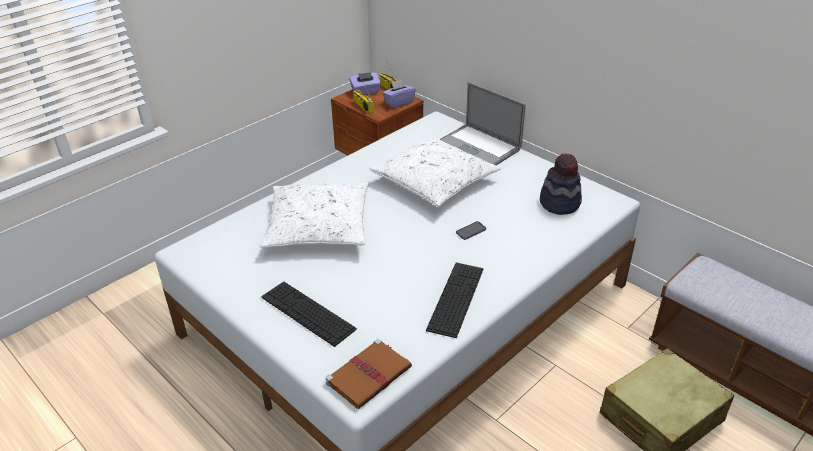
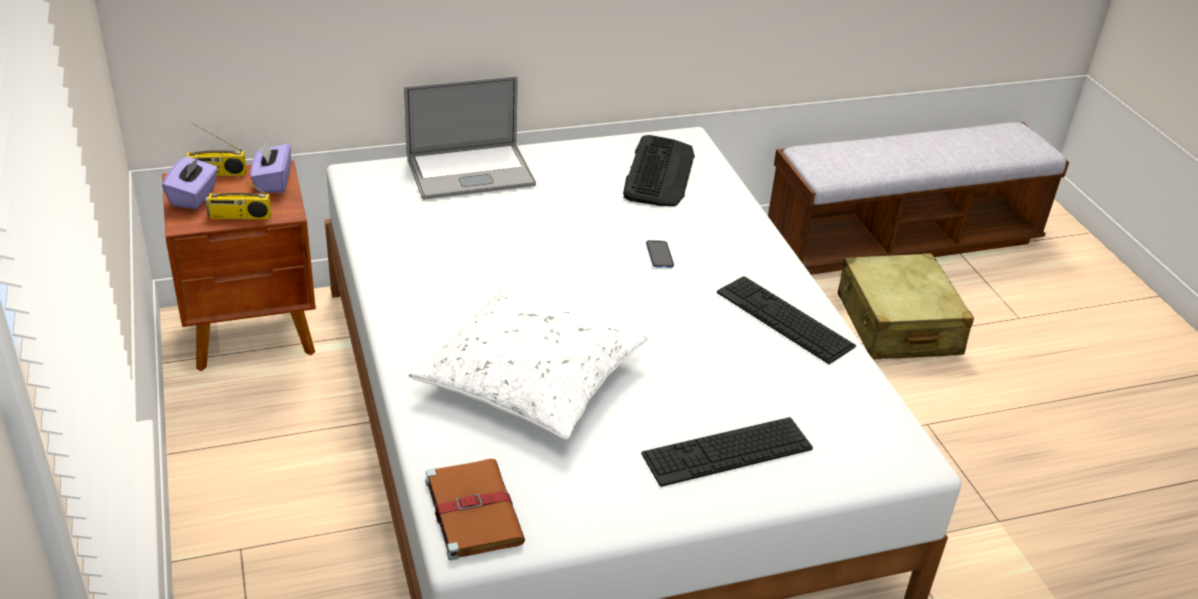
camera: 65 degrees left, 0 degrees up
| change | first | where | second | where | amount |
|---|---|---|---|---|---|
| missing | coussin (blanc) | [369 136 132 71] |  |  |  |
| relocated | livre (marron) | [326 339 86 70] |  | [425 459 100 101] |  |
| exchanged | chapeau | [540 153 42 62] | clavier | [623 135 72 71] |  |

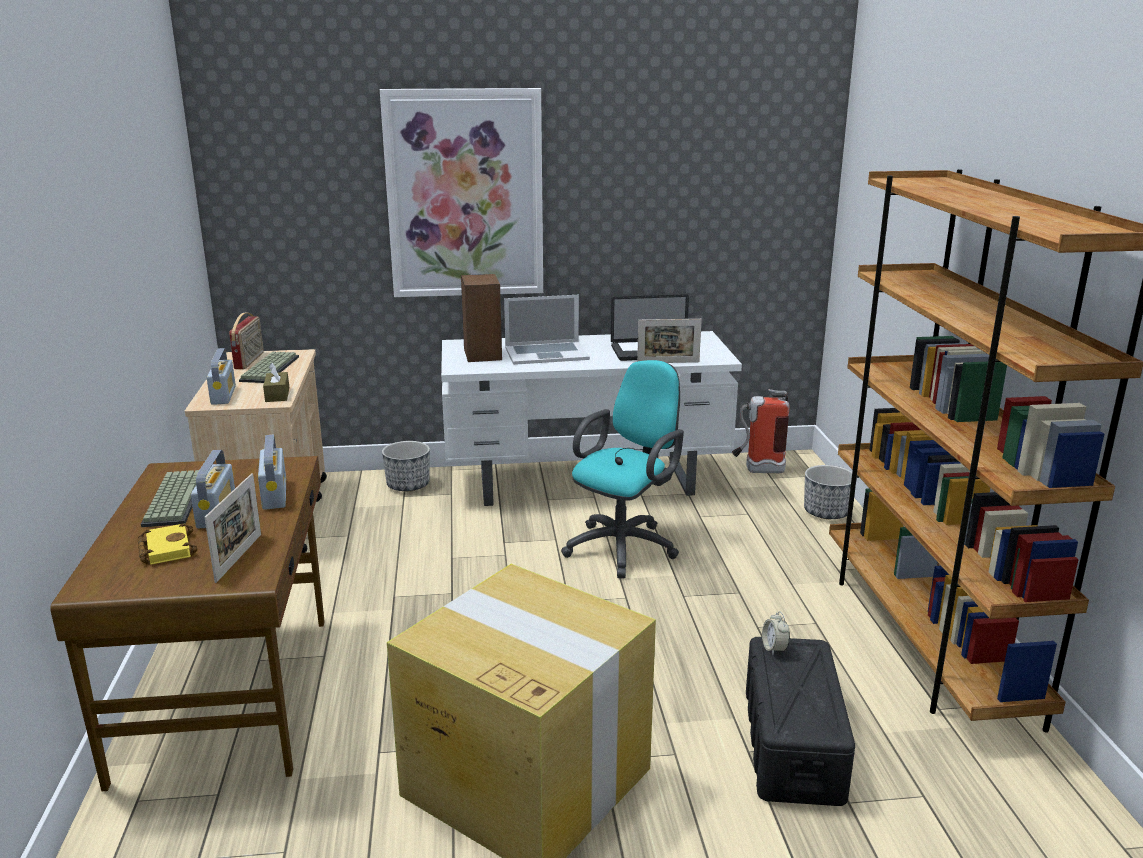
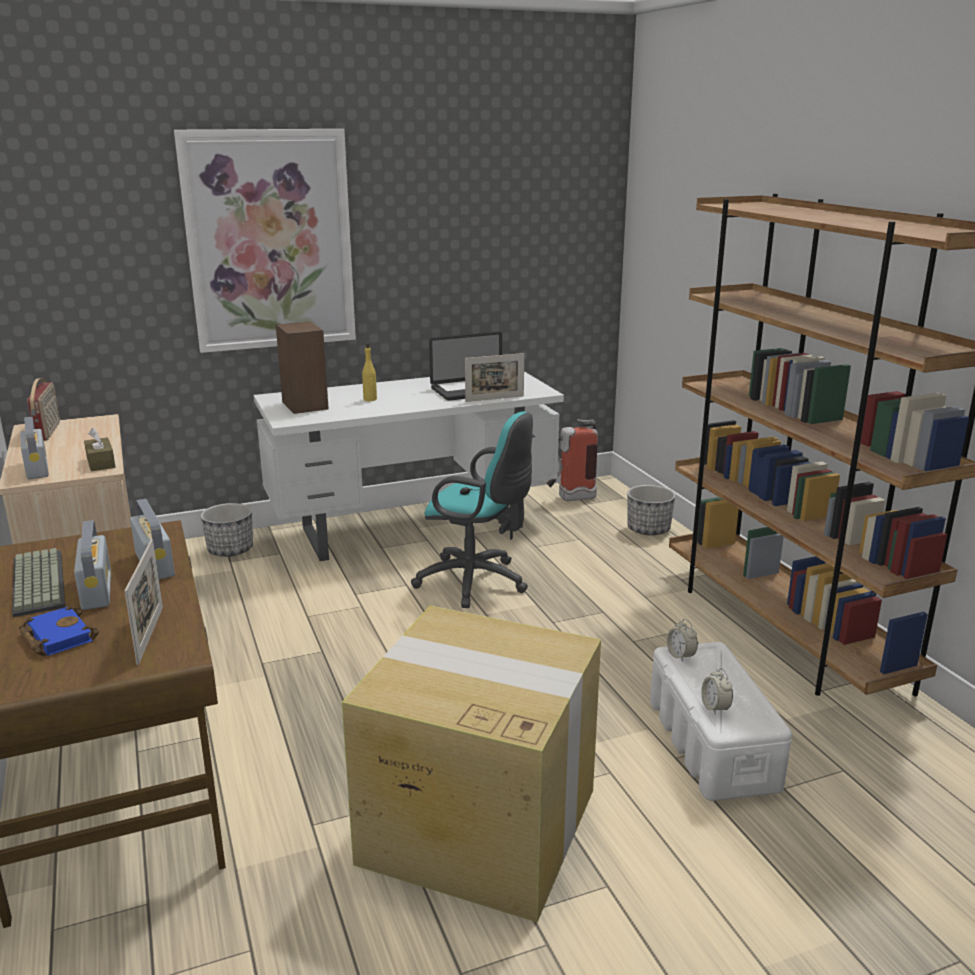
camera: 15 degrees left, 0 degrees up
| change | first | where | second | where | amount |
|---|---|---|---|---|---|
| missing | clavier | [239 352 60 31] |  |  |  |
| appeared |  |  | réveil | [701 668 32 46] |  |
| exchanged | ordinateur portable | [504 295 86 70] | bouteille (jaune) | [362 342 15 59] |  |
| colour | livre (jaune) | [138 523 59 42] | livre (bleu) | [19 606 80 50] |  |
| colour | boîte de rangement (noir) | [746 637 109 169] | boîte de rangement (blanc) | [650 642 142 159] |  |
| spun | chaise de bureau (turquoise) | [561 360 123 218] |  | [411 412 122 196] | 90 degrees clockwise |

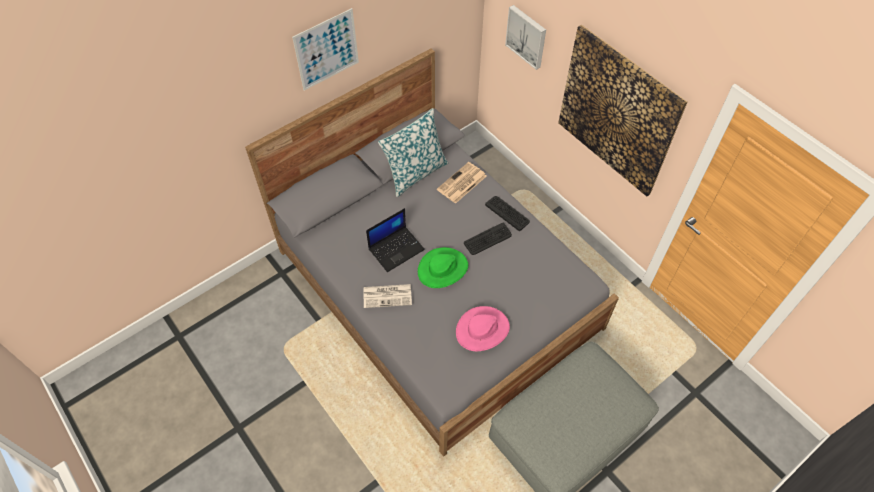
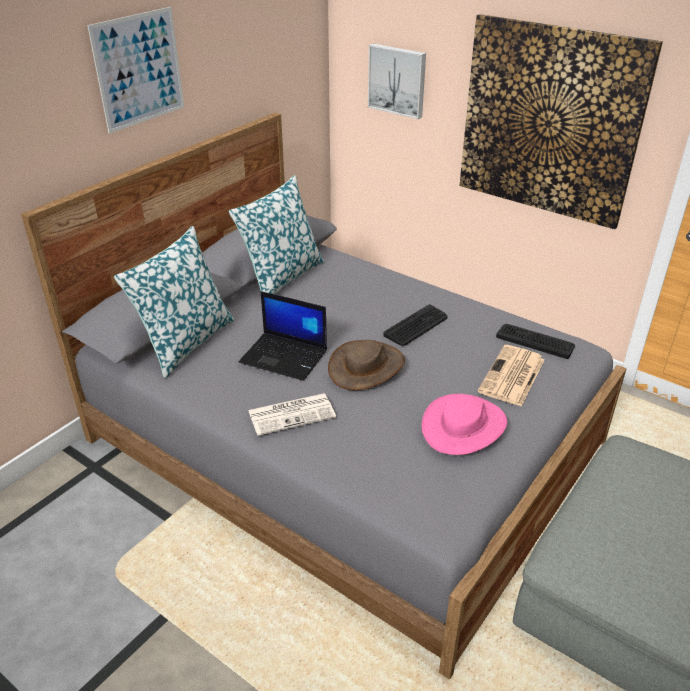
camera: 15 degrees left, 20 degrees down
| change | first | where | second | where | amount |
|---|---|---|---|---|---|
| appeared |  |  | coussin | [114 226 120 152] |  |
| relocated | journal | [437 162 50 42] |  | [478 345 67 61] |  |
| relocated | clavier | [485 196 45 35] |  | [496 324 79 35] |  |
| colour | chapeau (vert) | [418 247 50 41] | chapeau (marron) | [328 340 77 50] |  |
| spun | ordinateur portable | [366 208 59 64] |  | [239 291 88 90] | 75 degrees clockwise |

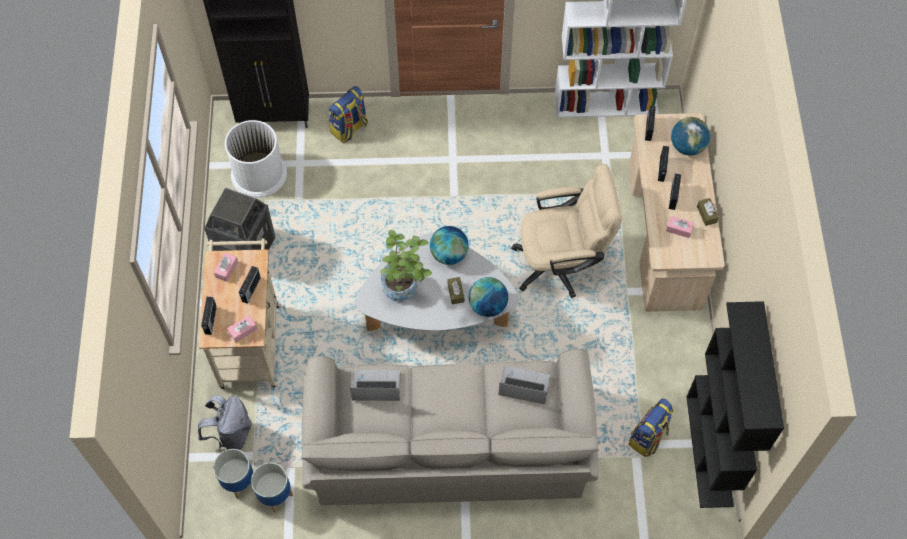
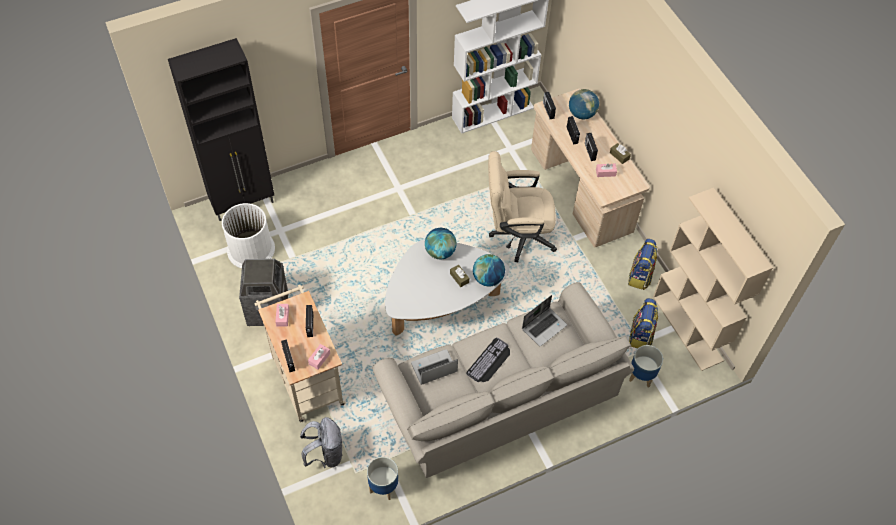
camera: 25 degrees left, 5 degrees down
| change | first | where | second | where | amount |
|---|---|---|---|---|---|
| missing | plante en pot | [380 230 52 72] |  |  |  |
| appeared |  |  | clavier | [466 338 44 44] |  |
| relocated | cache-pot | [213 449 40 50] |  | [629 345 34 42] |  |
| relocated | sac à dos | [329 86 39 57] |  | [628 239 29 51] |  |
| colour | bibliothèque (noir) | [687 301 97 207] | bibliothèque (beige) | [653 188 120 183] |  |
| spun | ordinateur portable | [498 366 52 38] |  | [522 295 45 51] | 150 degrees clockwise |
| spun | chaise de bureau (beige) | [511 164 111 134] |  | [488 151 69 111] | 150 degrees counterclockwise |

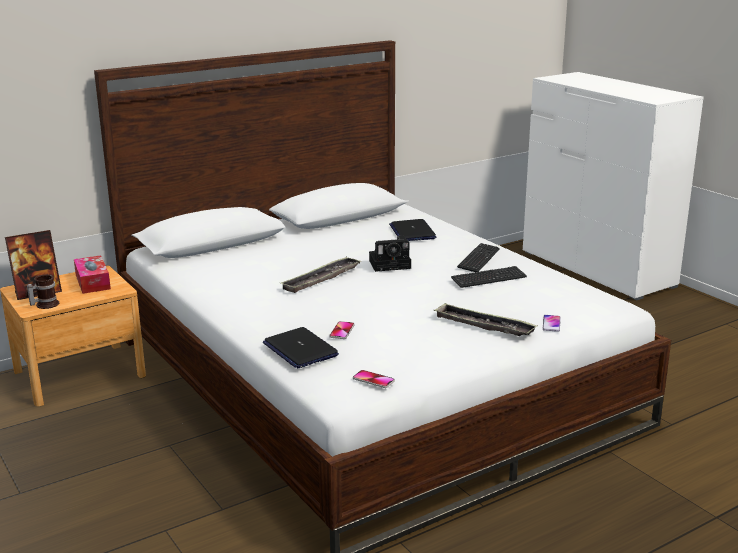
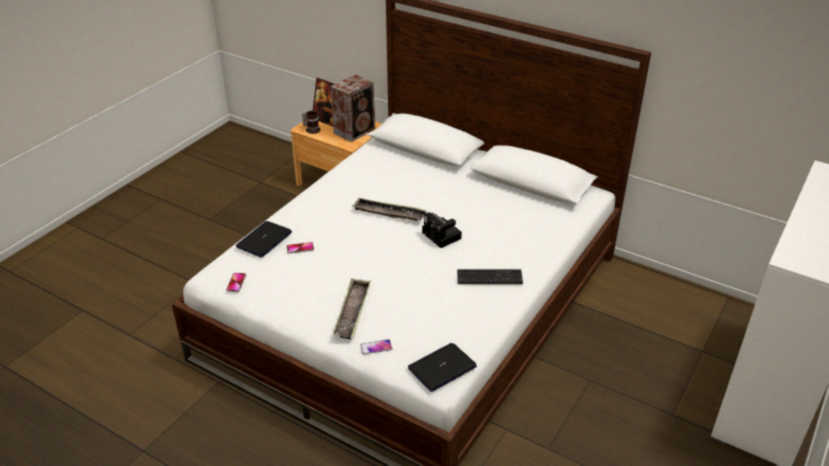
camera: 65 degrees right, 15 degrees up
| change | first | where | second | where | amount |
|---|---|---|---|---|---|
| missing | clavier | [451 266 76 22] |  |  |  |
| relocated | ordinateur portable | [389 219 47 22] |  | [408 343 69 49] |  |
| exchanged | boîte à mouchoirs | [74 255 37 39] | enceinte | [330 74 45 68] |  |

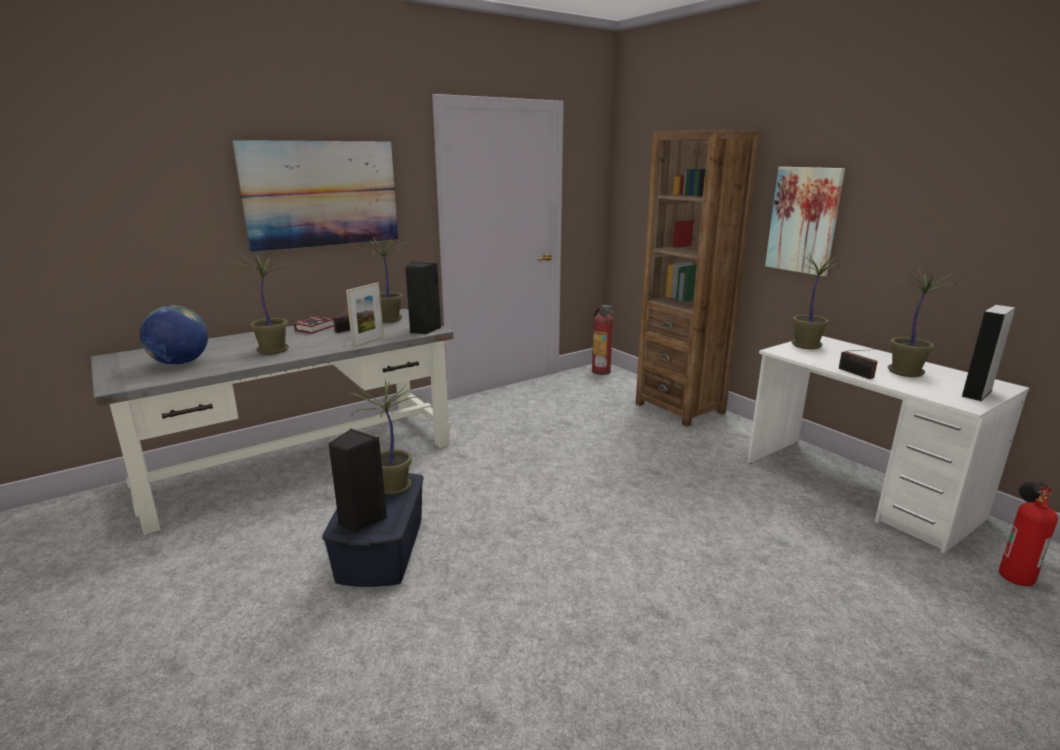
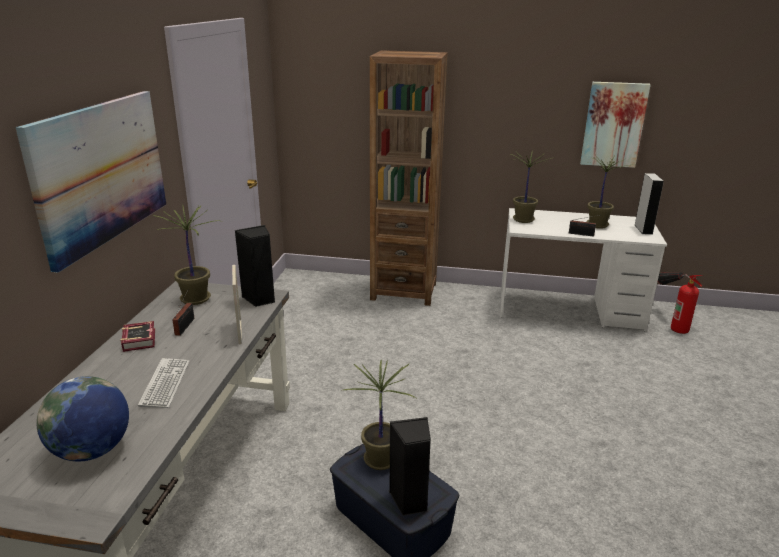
camera: 45 degrees left, 5 degrees up
| change | first | where | second | where | amount |
|---|---|---|---|---|---|
| missing | extincteur | [592 305 22 70] |  |  |  |
| relocated | tableau | [765 167 80 109] |  | [580 82 71 86] |  |
| exchanged | plante en pot | [229 253 65 102] | clavier | [138 358 51 50] |  |

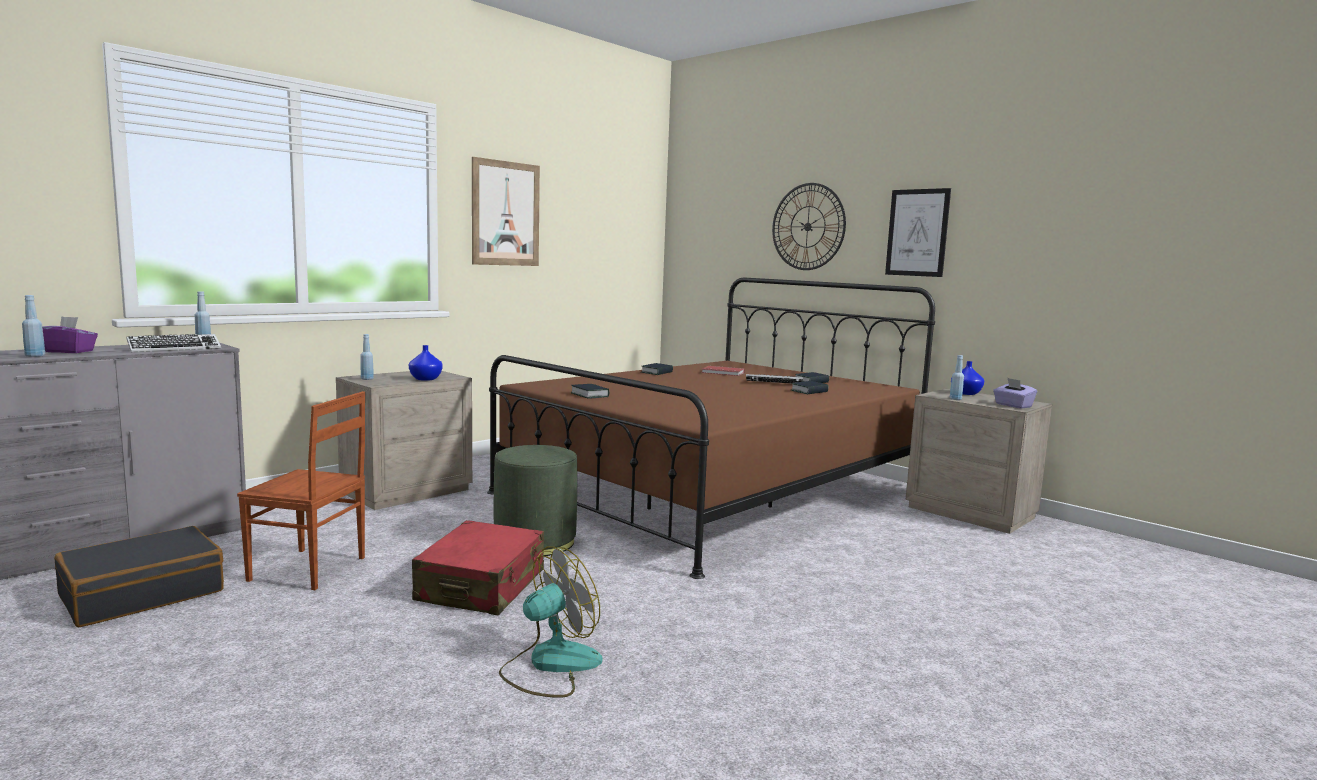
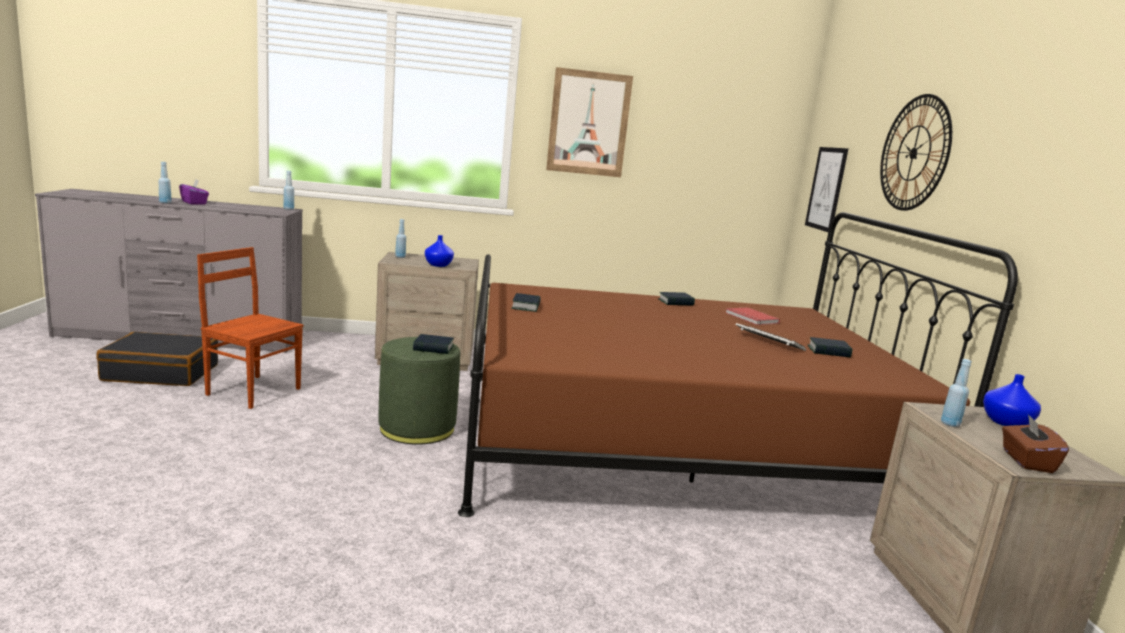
camera: 40 degrees right, 5 degrees up
| change | first | where | second | where | amount |
|---|---|---|---|---|---|
| missing | clavier | [127 334 94 19] |  |  |  |
| missing | valise (rouge) | [412 520 132 95] |  |  |  |
| missing | ventilateur | [499 546 104 152] |  |  |  |
| relocated | livre | [791 381 38 13] |  | [413 334 41 20] |  |
| relocated | tableau | [885 188 66 89] |  | [805 147 43 85] |  |
| colour | boîte à mouchoirs (violet) | [993 378 44 30] | boîte à mouchoirs (marron) | [1002 414 67 59] |  |
| spun | chaise (marron) | [237 391 128 199] |  | [197 247 106 162] | 150 degrees clockwise |

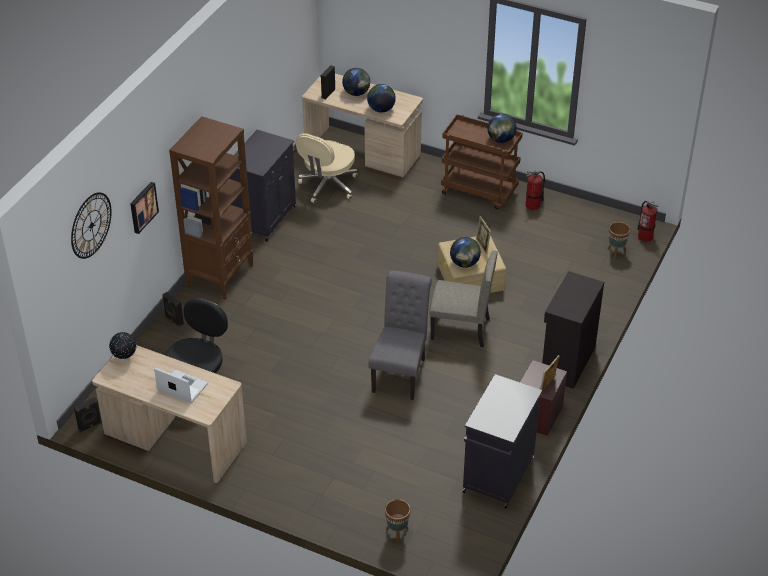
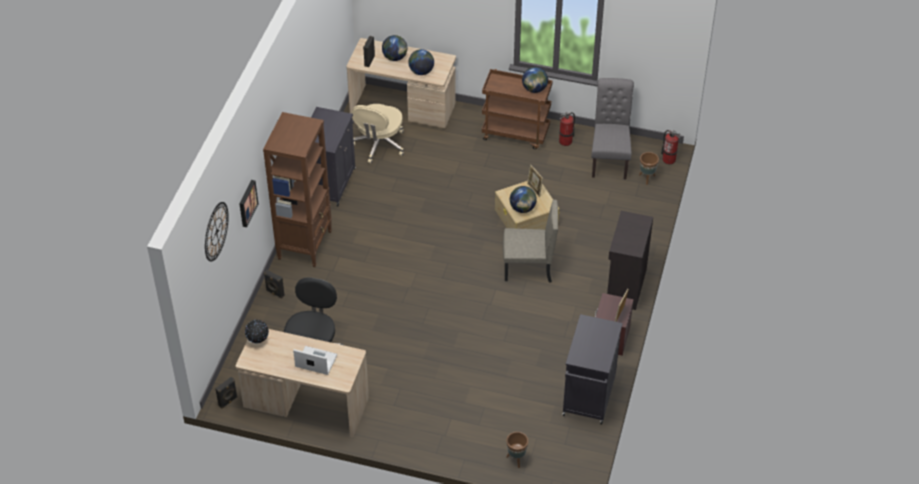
camera: 10 degrees left, 5 degrees up
| change | first | where | second | where | amount |
|---|---|---|---|---|---|
| relocated | chaise (gris) | [368 270 64 130] |  | [591 78 43 101] |  |

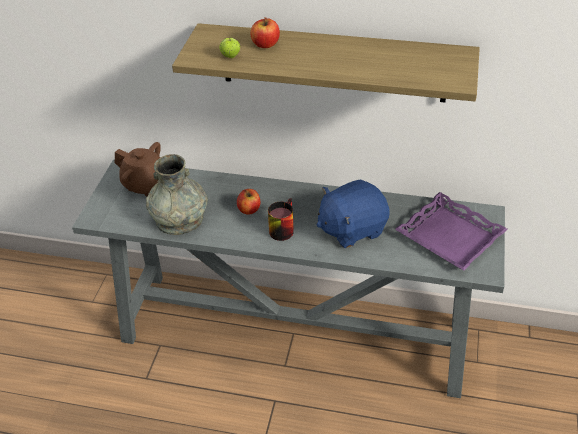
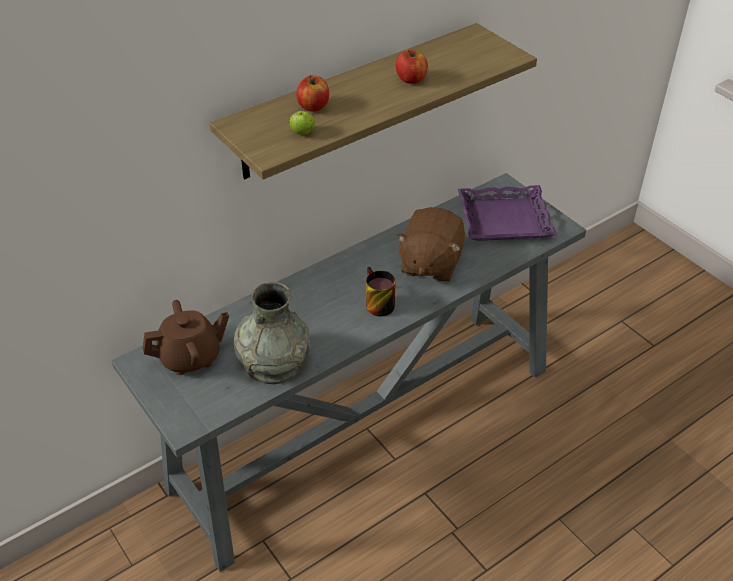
camera: 50 degrees left, 0 degrees up
| change | first | where | second | where | amount |
|---|---|---|---|---|---|
| relocated | pomme | [237 189 23 26] |  | [396 49 32 35] |  |
| colour | peluche (bleu) | [316 179 74 69] | peluche (marron) | [395 207 70 75] |  |

